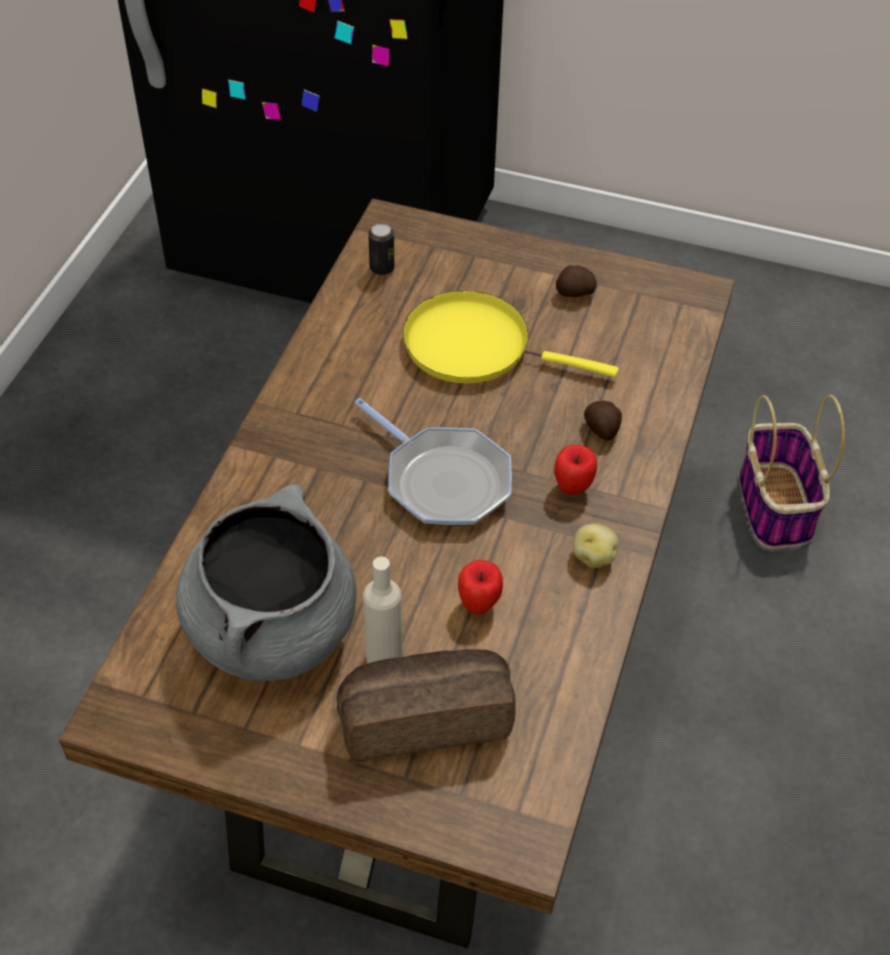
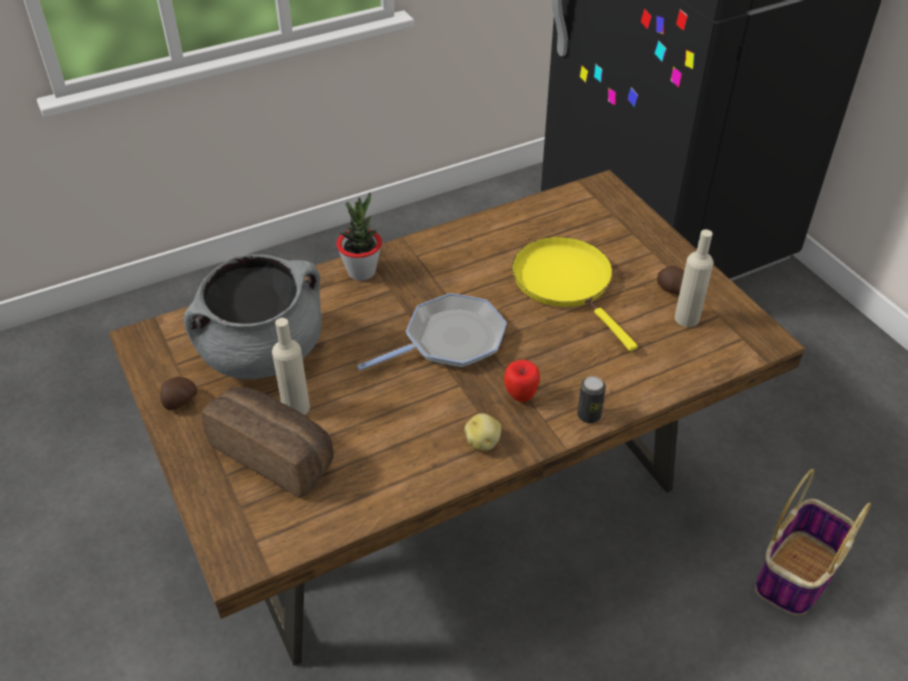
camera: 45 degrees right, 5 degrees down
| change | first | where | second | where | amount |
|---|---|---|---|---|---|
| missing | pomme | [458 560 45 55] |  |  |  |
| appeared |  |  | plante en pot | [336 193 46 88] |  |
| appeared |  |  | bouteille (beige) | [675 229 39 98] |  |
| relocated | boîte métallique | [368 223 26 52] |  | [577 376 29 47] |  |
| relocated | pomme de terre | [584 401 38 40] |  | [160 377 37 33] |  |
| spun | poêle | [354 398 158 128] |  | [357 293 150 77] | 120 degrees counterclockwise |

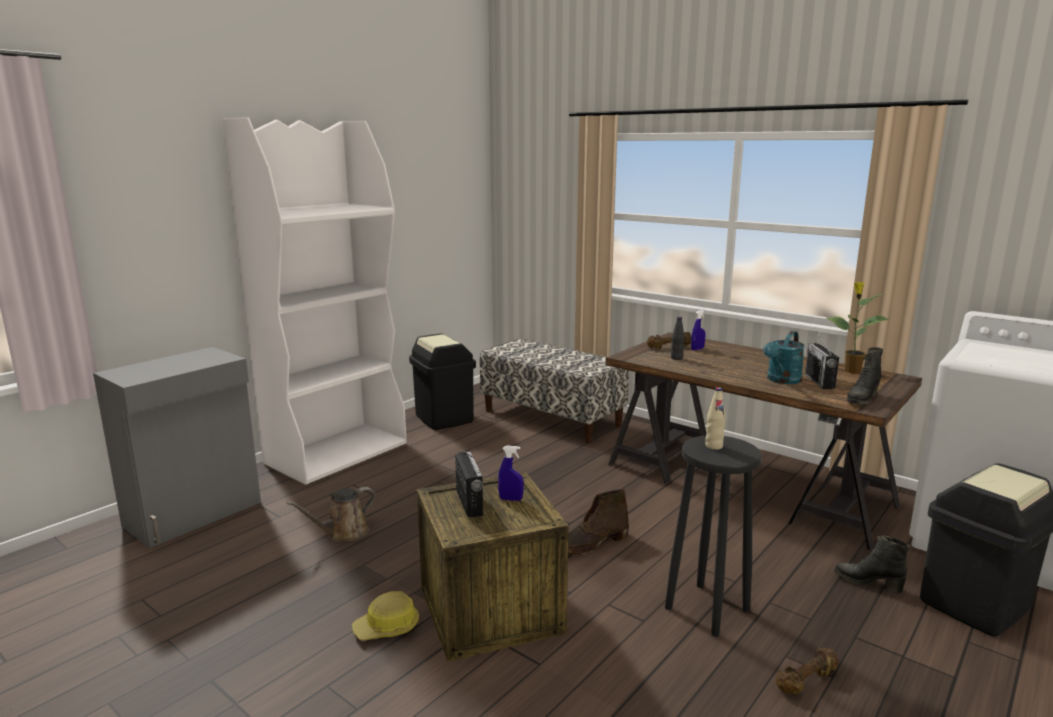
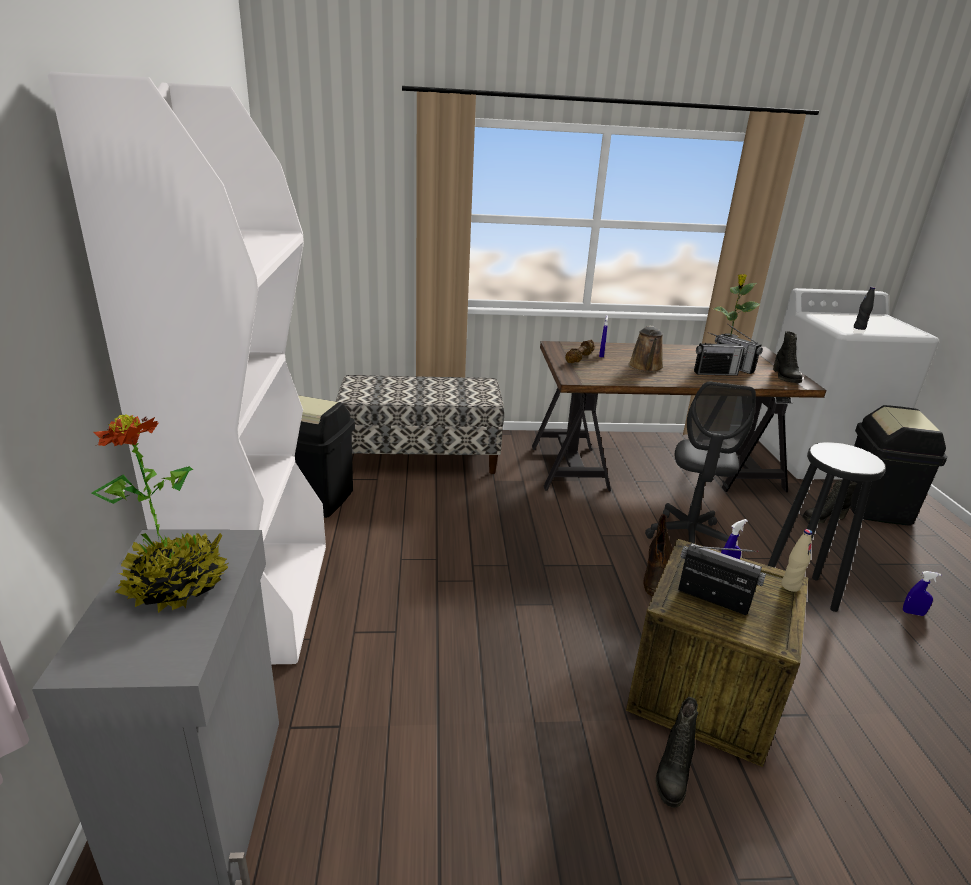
camera: 45 degrees left, 10 degrees up
| change | first | where | second | where | amount |
|---|---|---|---|---|---|
| appeared |  |  | plante en pot | [92 414 136 199] |  |
| appeared |  |  | chaise de bureau (gris) | [645 382 111 162] |  |
| relocated | arrosoir (marron) | [287 487 88 55] |  | [629 326 35 46] |  |
| relocated | bouteille (noir) | [671 317 14 43] |  | [854 287 21 43] |  |
| relocated | bouteille (beige) | [705 387 21 63] |  | [781 529 32 63] |  |
| exchanged | casque de chantier | [352 591 67 49] | botte (noir) | [655 697 43 111] |  |
| exchanged | arrosoir (turquoise) | [763 331 42 53] | radio | [694 332 52 44] |  |
| exchanged | haltère (marron) | [776 648 62 47] | vaporisateur (bleu) | [903 571 38 45] |  |

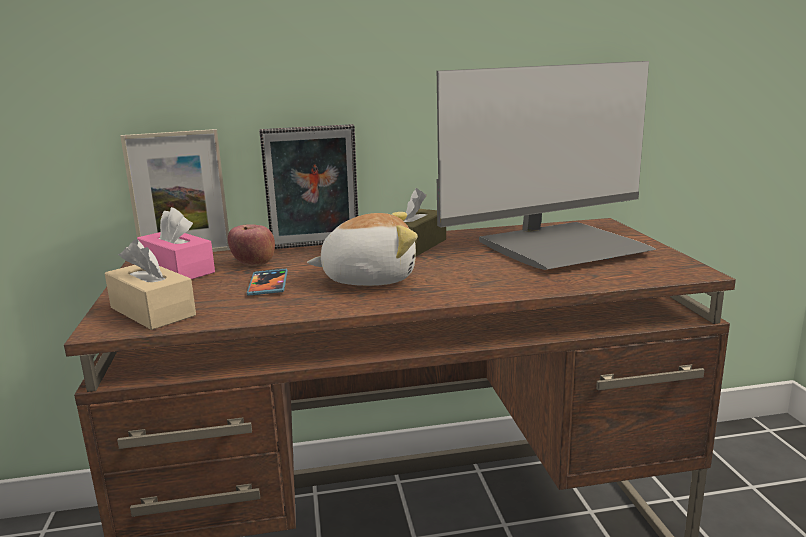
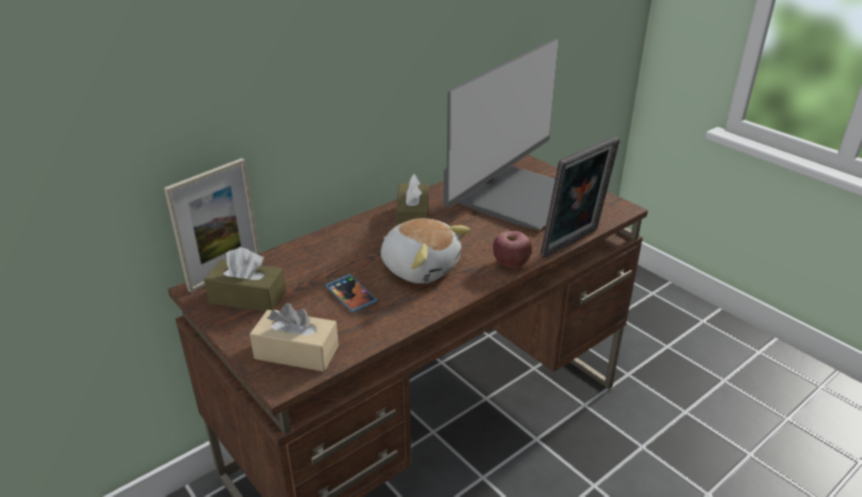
camera: 30 degrees left, 15 degrees up
| change | first | where | second | where | amount |
|---|---|---|---|---|---|
| relocated | pomme | [228 224 47 42] |  | [493 231 39 37] |  |
| relocated | cadre photo | [259 124 99 125] |  | [540 137 80 120] |  |
| colour | boîte à mouchoirs (rose) | [137 207 78 72] | boîte à mouchoirs (marron) | [204 248 82 64] |  |
| spun | peluche | [307 212 110 74] |  | [381 218 89 66] | 75 degrees clockwise |

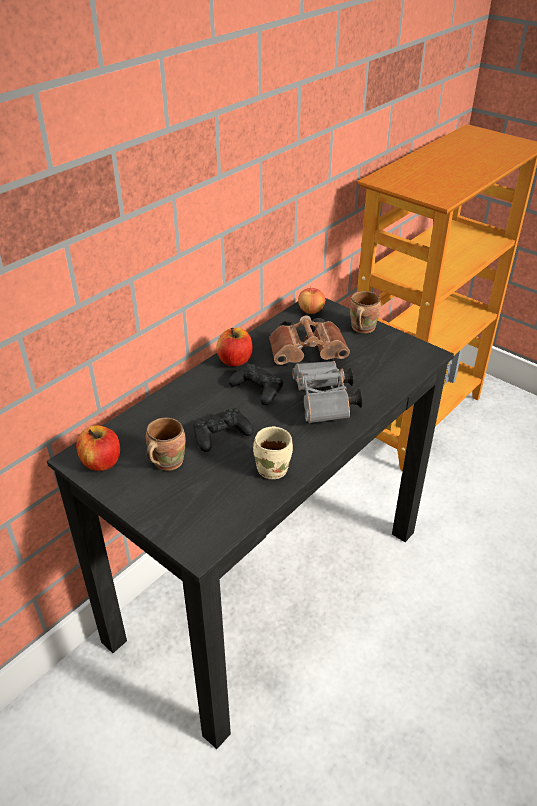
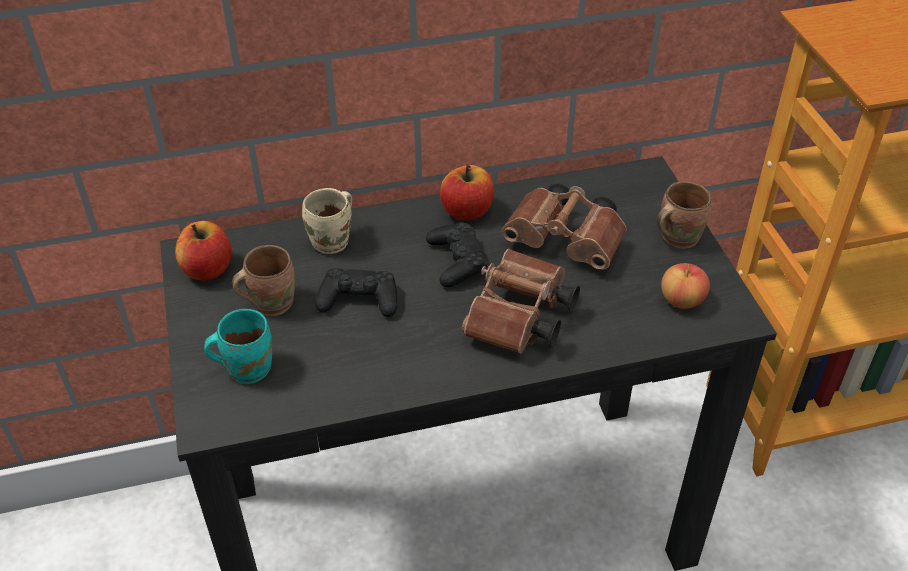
camera: 35 degrees right, 5 degrees up
| change | first | where | second | where | amount |
|---|---|---|---|---|---|
| appeared |  |  | mug (turquoise) | [204 309 68 75] |  |
| relocated | mug (beige) | [253 426 40 53] |  | [302 188 50 66] |  |
| relocated | pomme | [298 287 27 27] |  | [661 263 49 46] |  |
| colour | jumelles (gris) | [292 361 71 63] | jumelles (marron) | [462 248 118 106] |  |

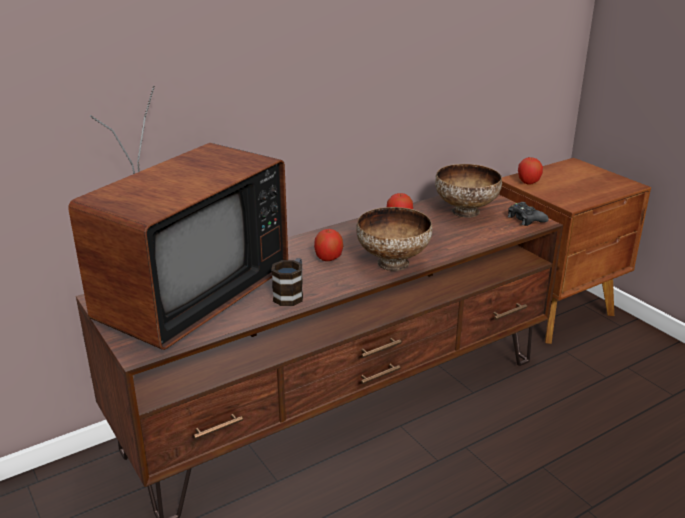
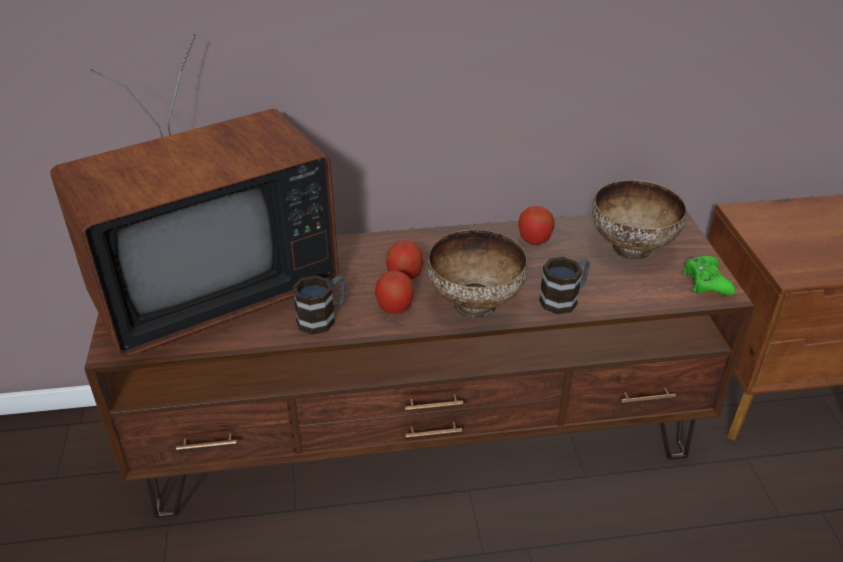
camera: 25 degrees right, 10 degrees up
| change | first | where | second | where | amount |
|---|---|---|---|---|---|
| appeared |  |  | mug | [539 257 51 57] |  |
| relocated | pomme | [518 157 25 27] |  | [375 271 39 43] |  |
| colour | manette (noir) | [508 202 41 24] | manette (vert) | [682 256 53 39] |  |

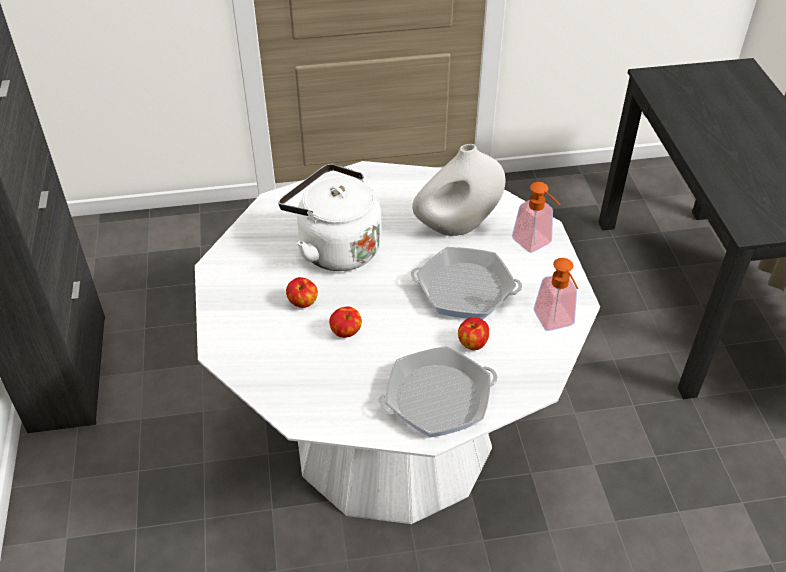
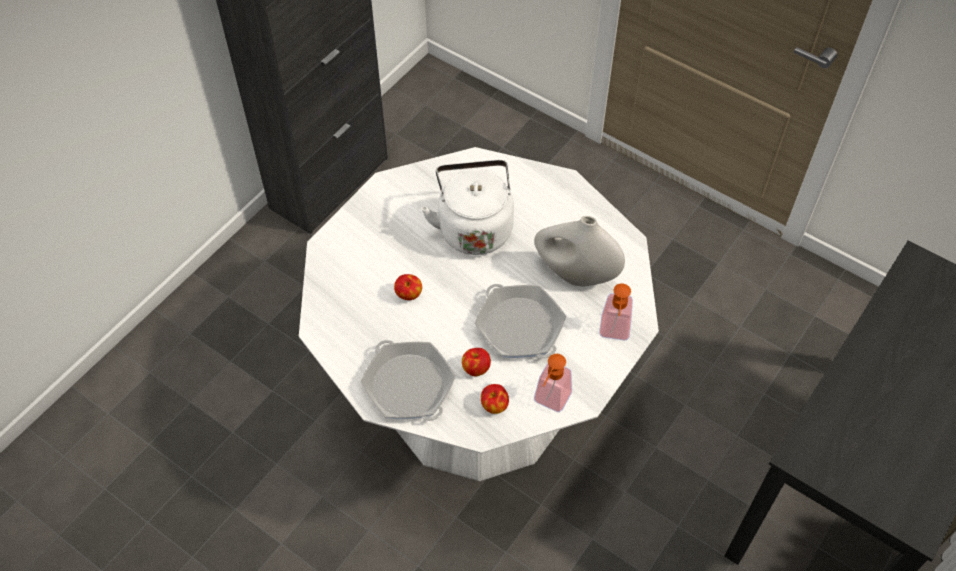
camera: 45 degrees right, 10 degrees up
| change | first | where | second | where | amount |
|---|---|---|---|---|---|
| relocated | pomme | [286 277 32 31] |  | [481 384 28 30] |  |
| spun | poêle | [378 346 120 92] |  | [360 340 96 81] | 150 degrees counterclockwise |

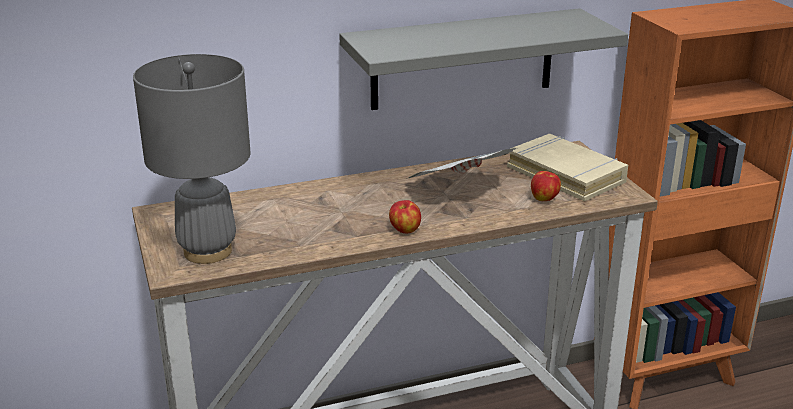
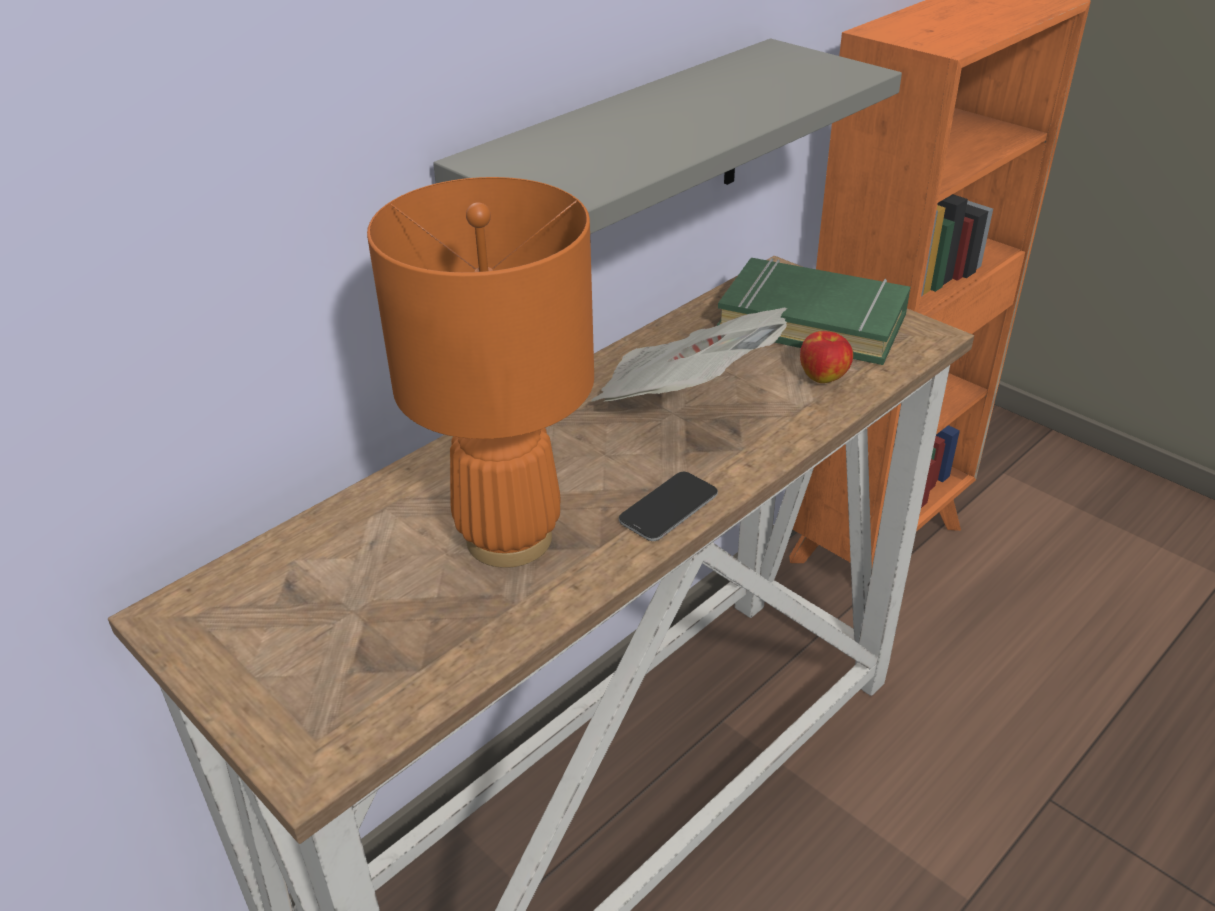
camera: 25 degrees left, 10 degrees up
| change | first | where | second | where | amount |
|---|---|---|---|---|---|
| missing | lampe de table (gris) | [133 54 118 210] |  |  |  |
| appeared |  |  | lampe de table (orange) | [367 177 227 391] |  |
| exchanged | pomme | [389 200 32 33] | téléphone | [619 472 99 69] |  |
| colour | livre (beige) | [507 134 121 67] | livre (vert) | [717 258 193 107] |  |

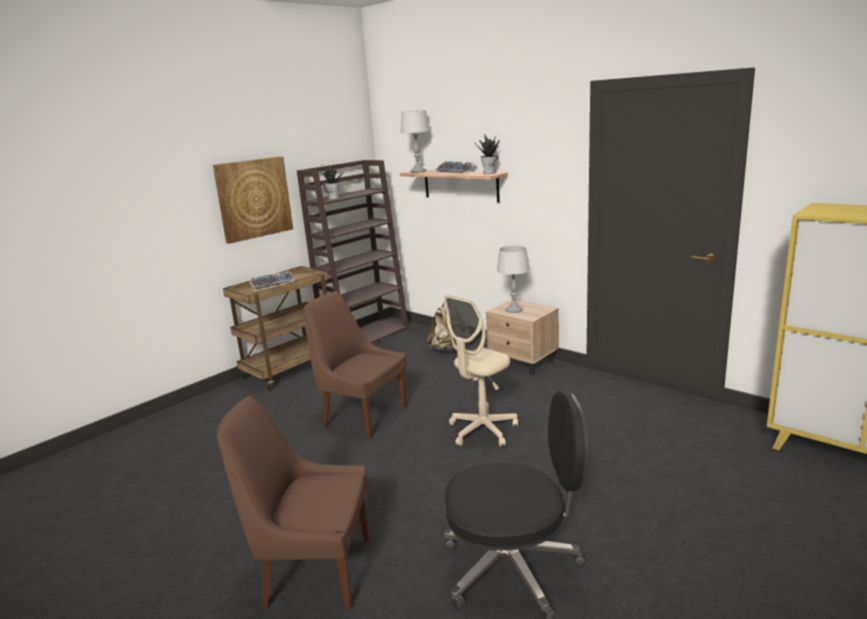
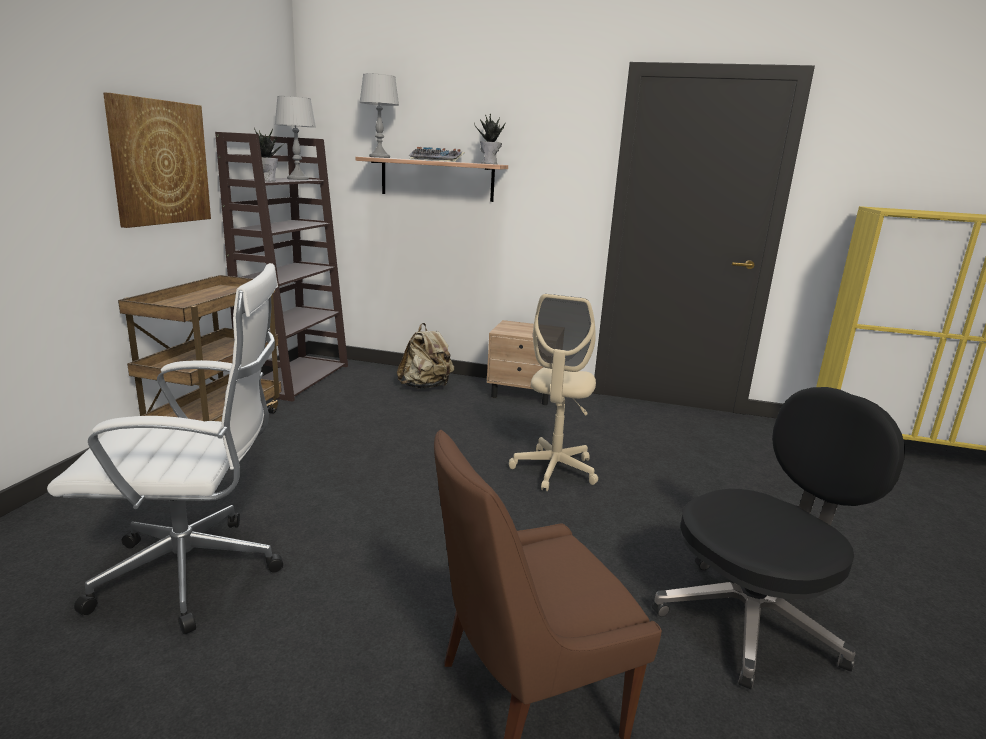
camera: 30 degrees left, 0 degrees up
| change | first | where | second | where | amount |
|---|---|---|---|---|---|
| missing | clavier | [248 271 47 20] |  |  |  |
| missing | chaise (marron) | [304 291 103 147] |  |  |  |
| appeared |  |  | chaise de bureau (blanc) | [47 263 236 371] |  |
| relocated | lampe de table (gris) | [497 246 33 67] |  | [275 96 41 84] |  |

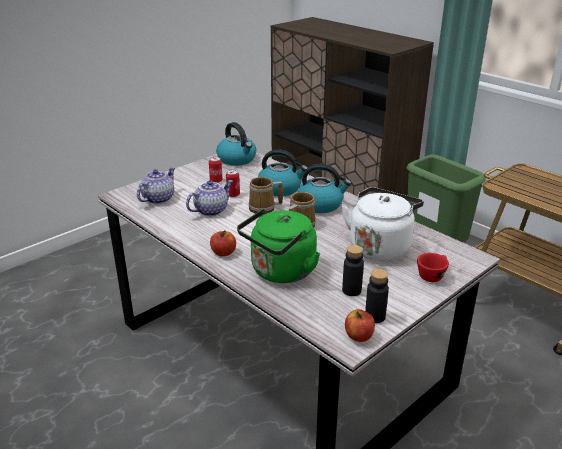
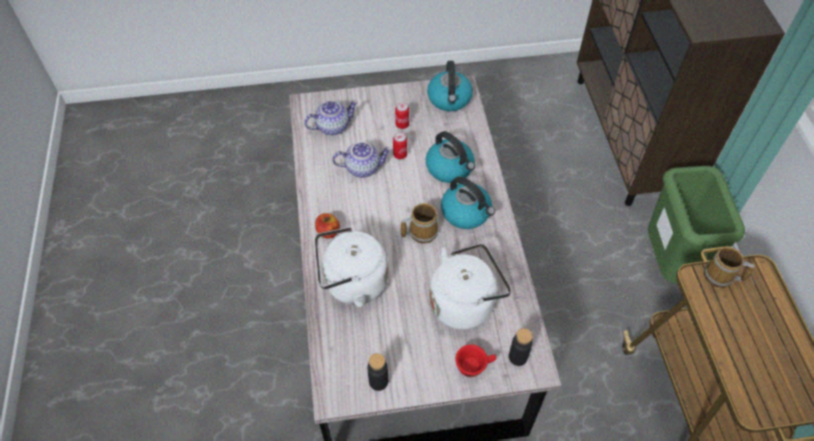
camera: 35 degrees right, 25 degrees up
| change | first | where | second | where | amount |
|---|---|---|---|---|---|
| missing | pomme | [345 309 30 33] |  |  |  |
| relocated | mug | [248 177 35 37] |  | [704 247 51 41] |  |
| relocated | bouteille (noir) | [342 245 22 51] |  | [509 328 24 38] |  |
| colour | bouilloire (vert) | [237 209 83 74] | bouilloire (blanc) | [315 227 73 80] |  |

